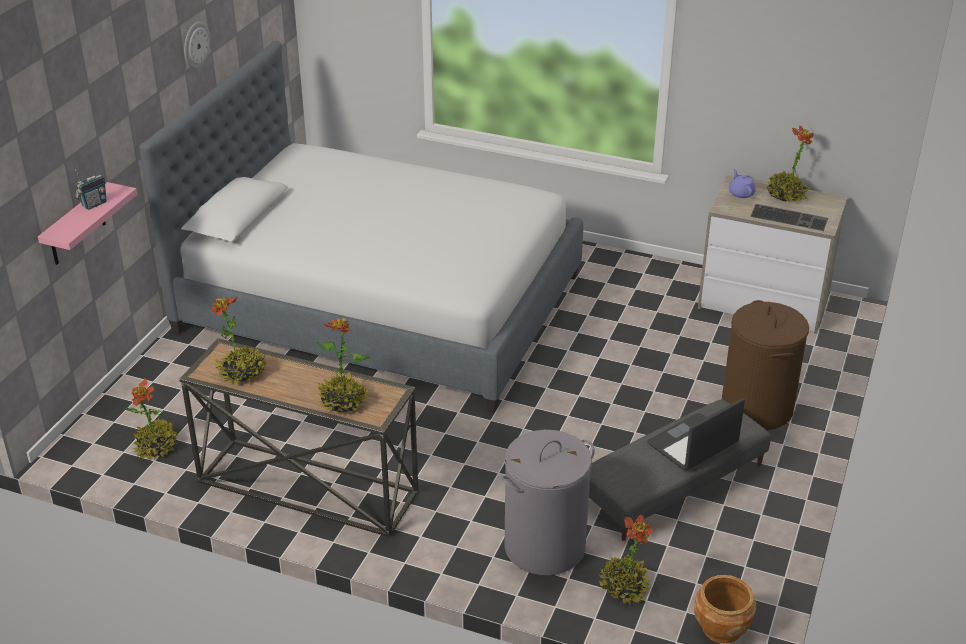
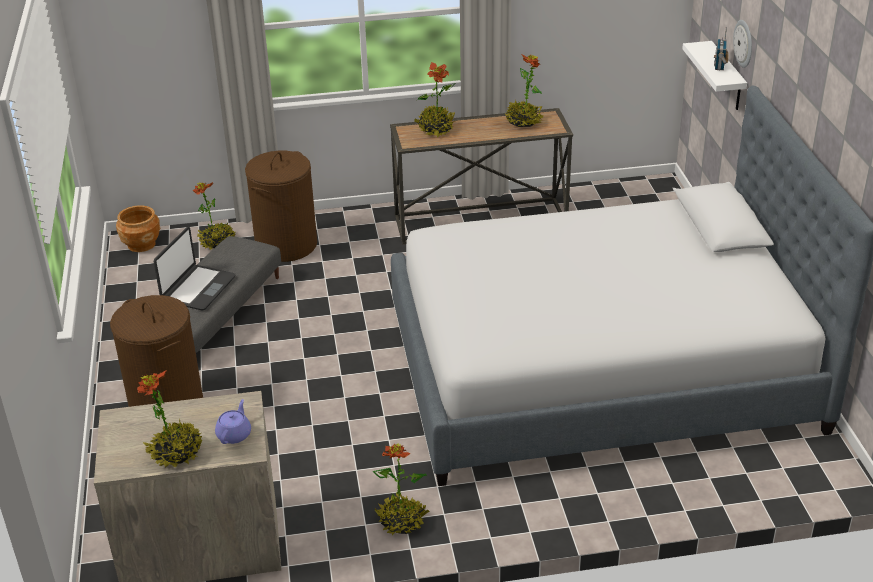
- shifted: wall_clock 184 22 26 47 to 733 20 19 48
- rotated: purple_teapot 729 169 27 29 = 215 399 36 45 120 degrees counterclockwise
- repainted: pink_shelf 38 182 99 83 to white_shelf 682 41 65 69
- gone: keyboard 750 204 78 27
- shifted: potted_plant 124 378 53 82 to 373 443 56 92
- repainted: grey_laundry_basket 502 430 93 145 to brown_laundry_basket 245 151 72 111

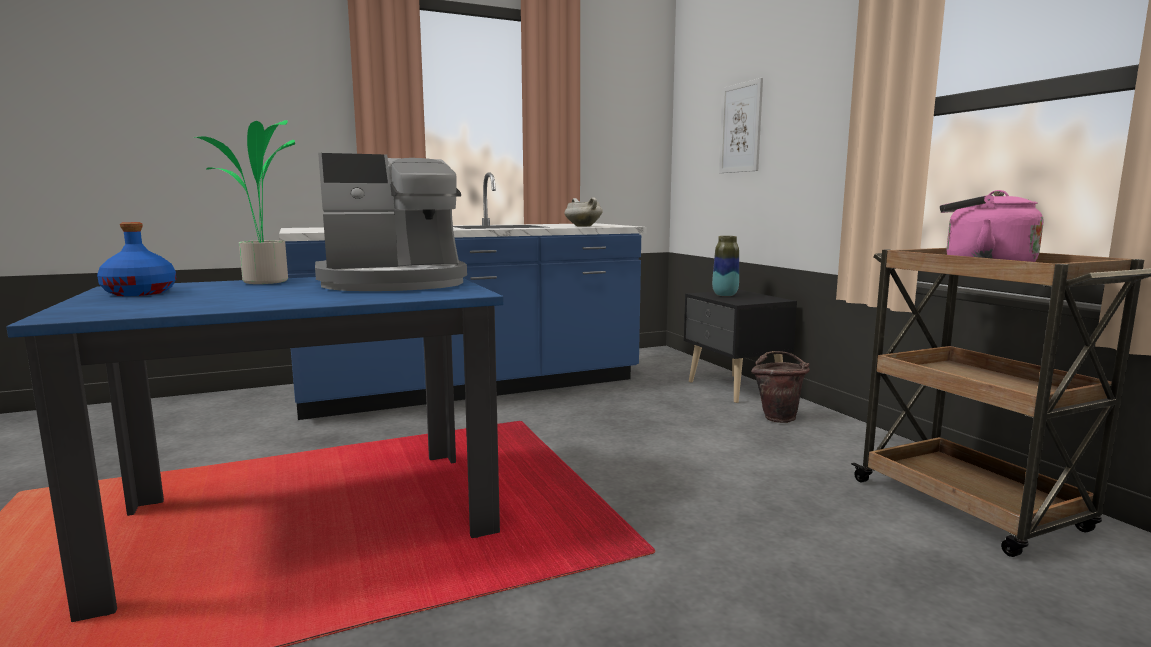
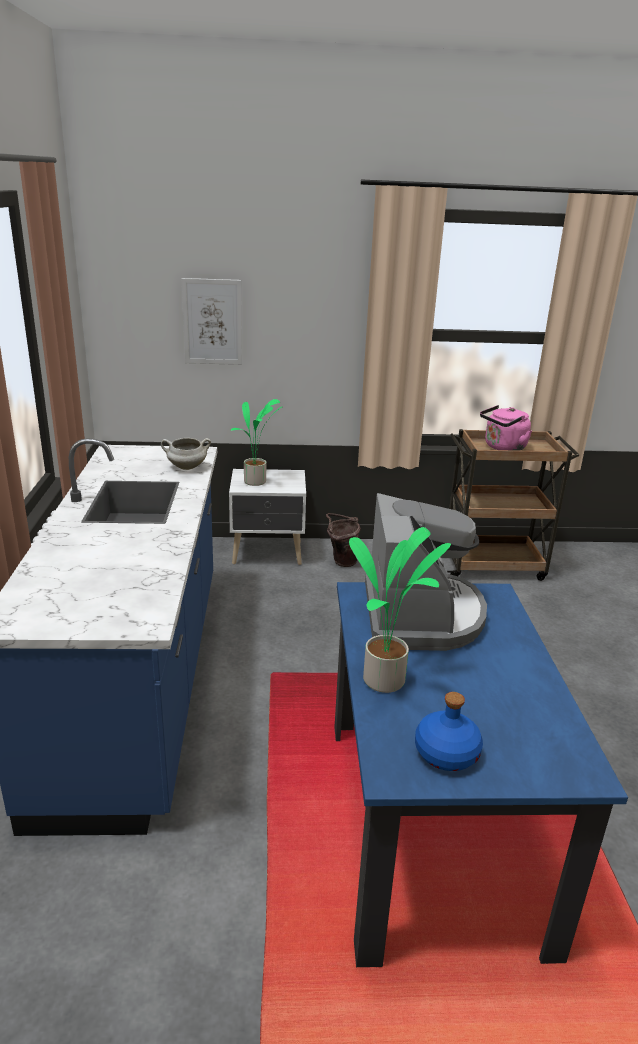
- swapped: vase 712 236 27 60 to potted_plant 231 399 51 87
- repainted: black_nightstand 684 290 113 113 to white_nightstand 229 469 77 96

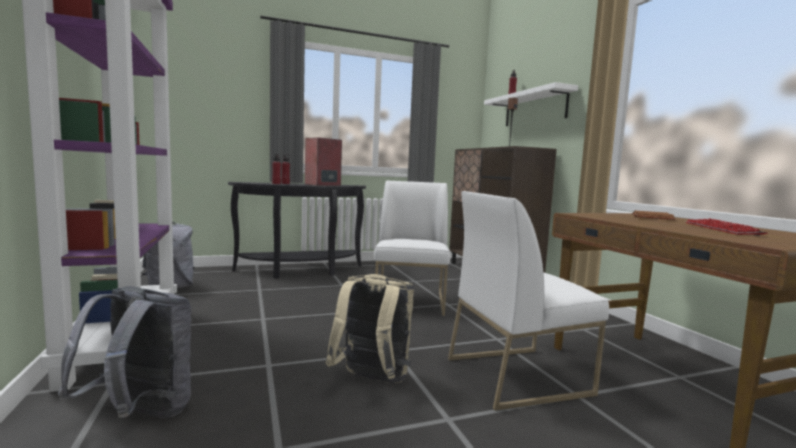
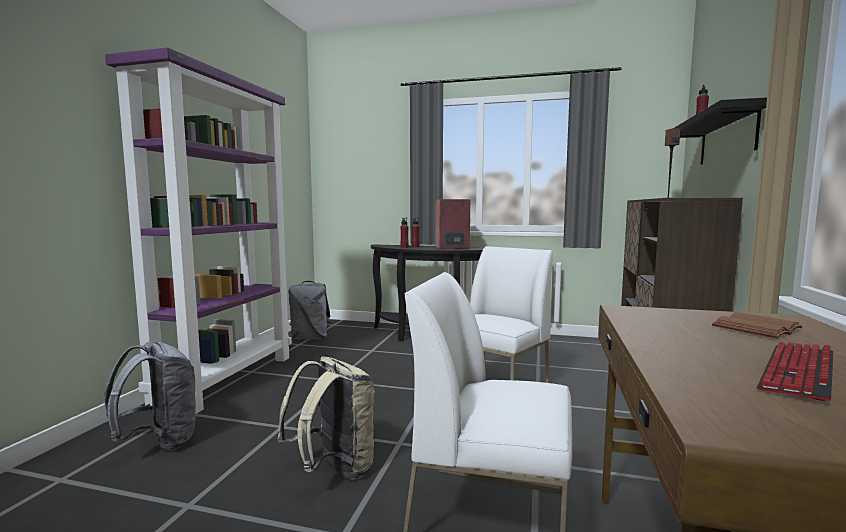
- repainted: white_shelf 484 82 94 44 to black_shelf 674 97 93 68

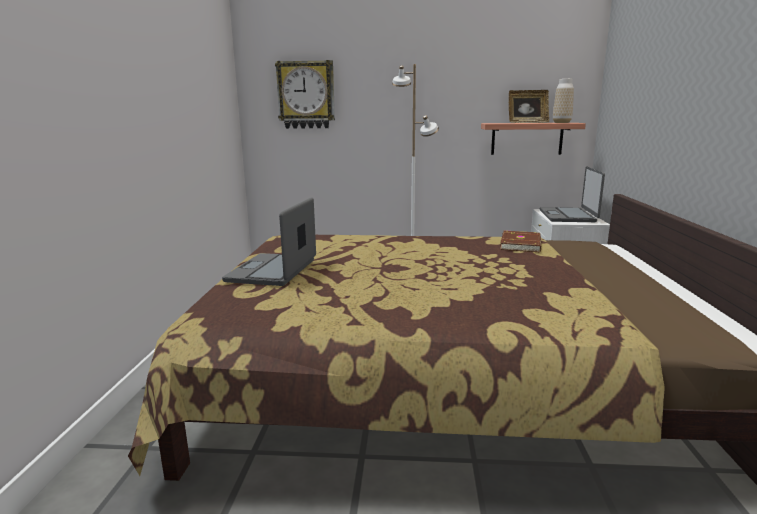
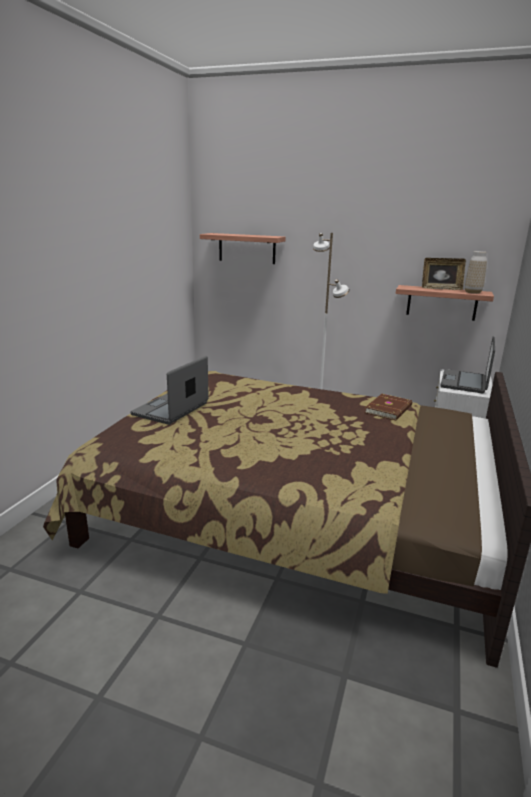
- swapped: wall_clock 275 60 60 69 to shelf 200 233 86 31

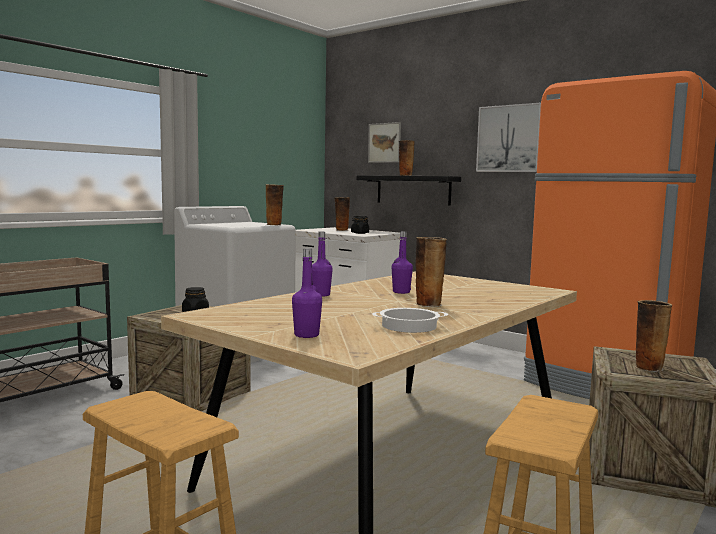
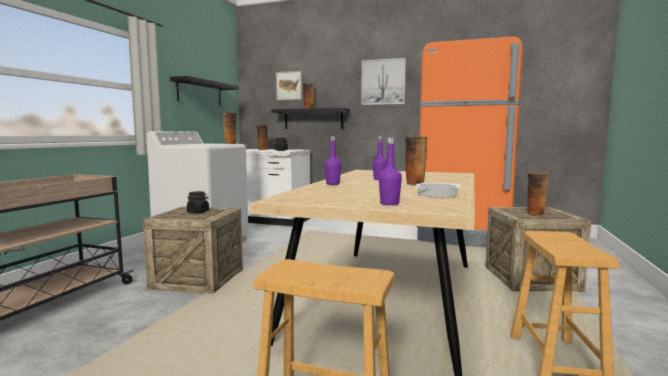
- new: black_shelf 170 76 69 30

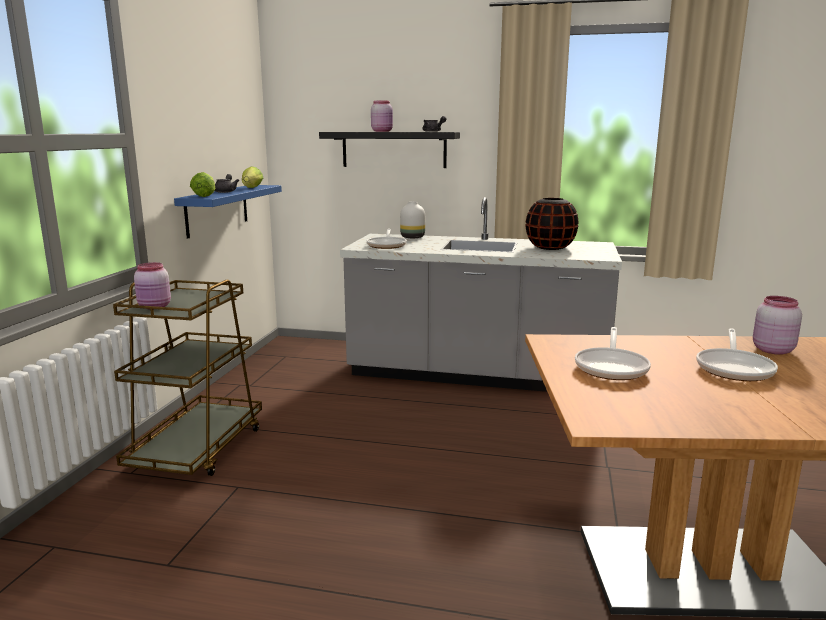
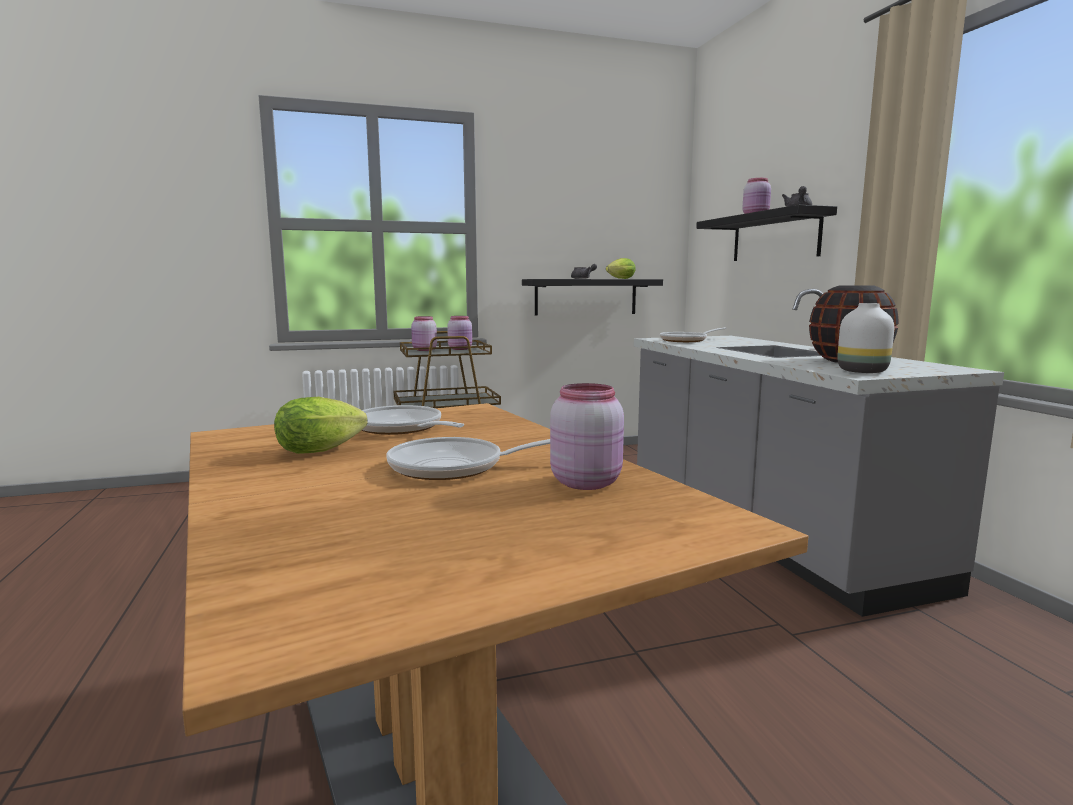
- shifted: lettuce 190 172 26 25 to 274 397 94 57
- repainted: blue_shelf 174 185 108 54 to black_shelf 522 279 141 36
- shifted: white_vase 400 201 25 37 to 837 303 57 70
- rotated: frying_pan 575 327 76 53 = 362 405 102 30 60 degrees clockwise
- new: pink_jar 447 316 25 34

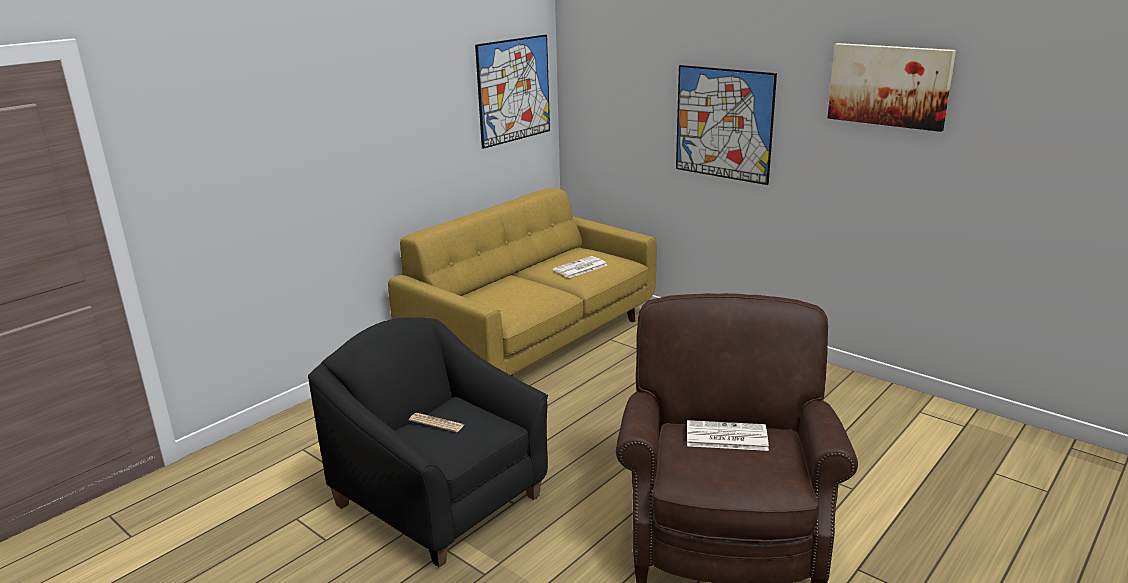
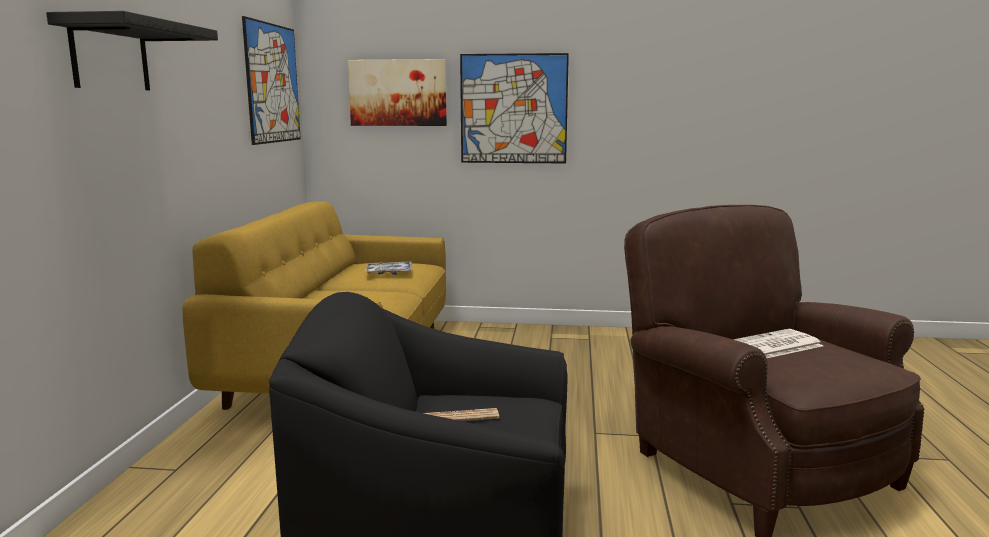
- shifted: picture 828 43 128 89 to 348 59 99 67
- swapped: newspaper 553 256 54 22 to tray 365 261 47 14
- new: black_shelf 46 11 172 79

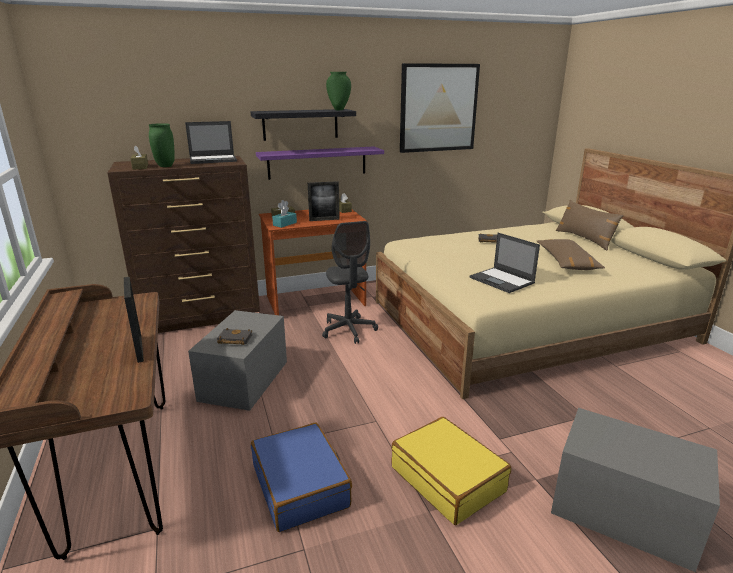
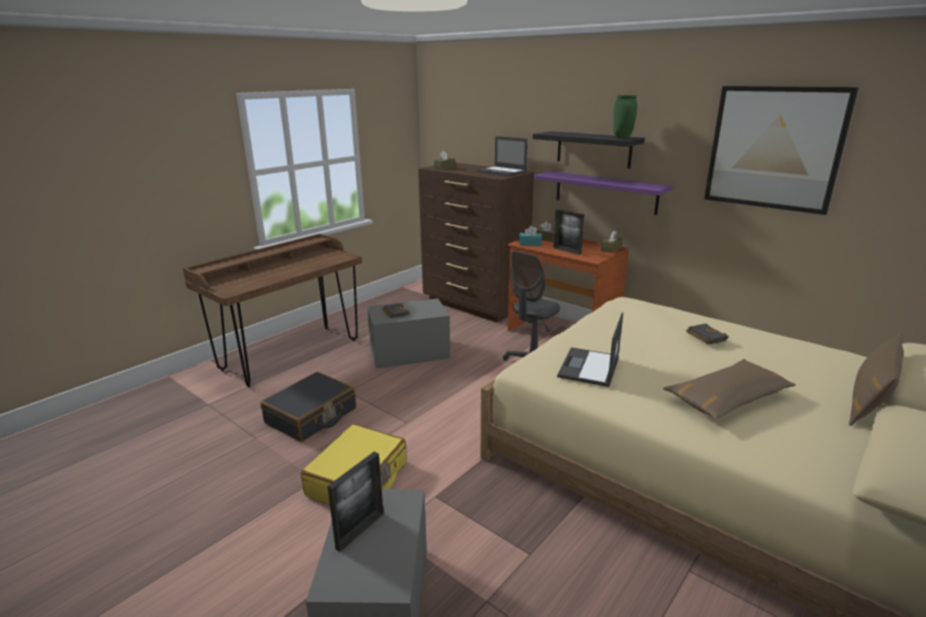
- gone: green_vase 149 123 26 44
- shifted: picture_frame 124 277 20 86 to 328 451 56 101
- repainted: blue_suitcase 251 423 101 109 to black_suitcase 260 372 96 70

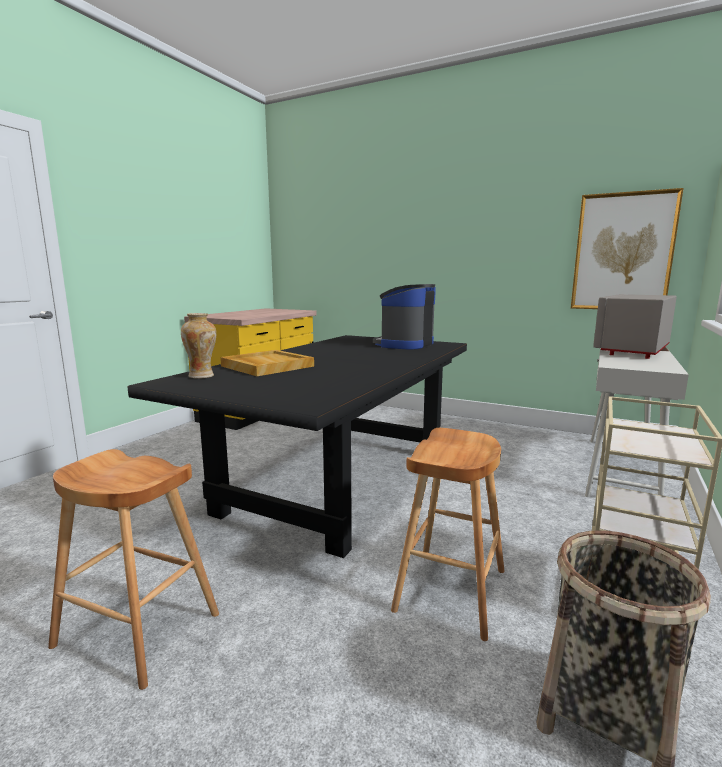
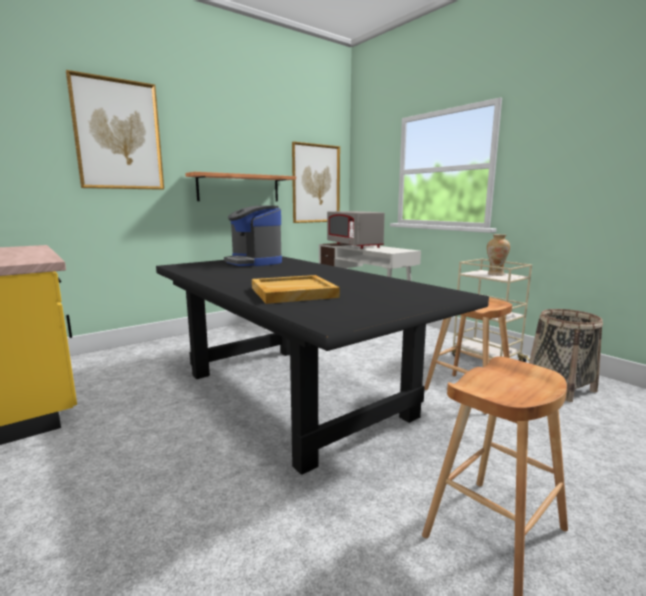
- shifted: vase 181 313 35 66 to 487 234 23 42
- new: picture 66 70 98 120
- new: shelf 185 172 111 29

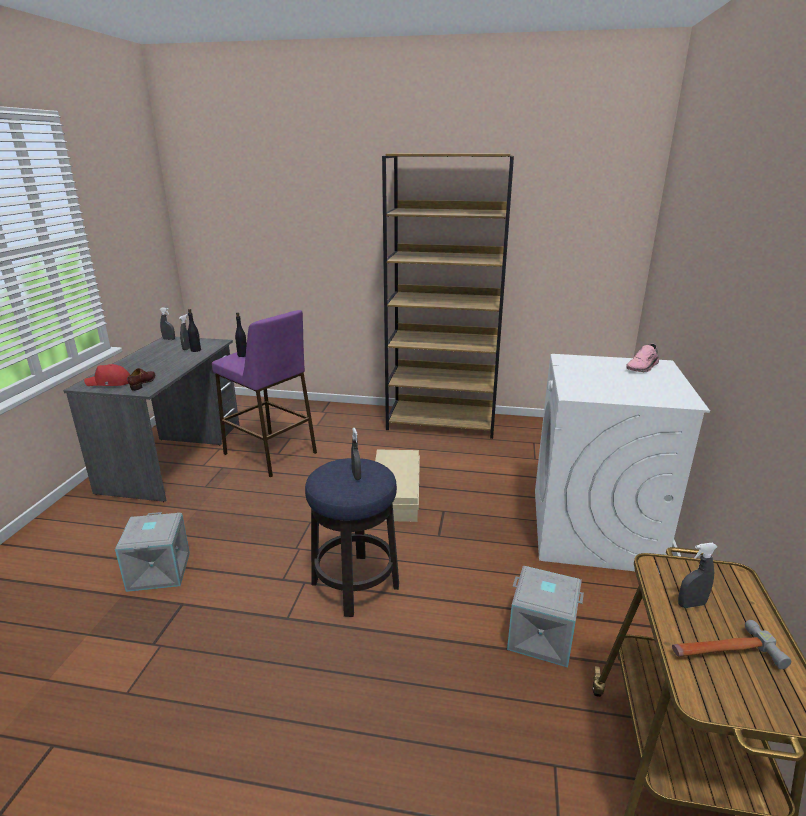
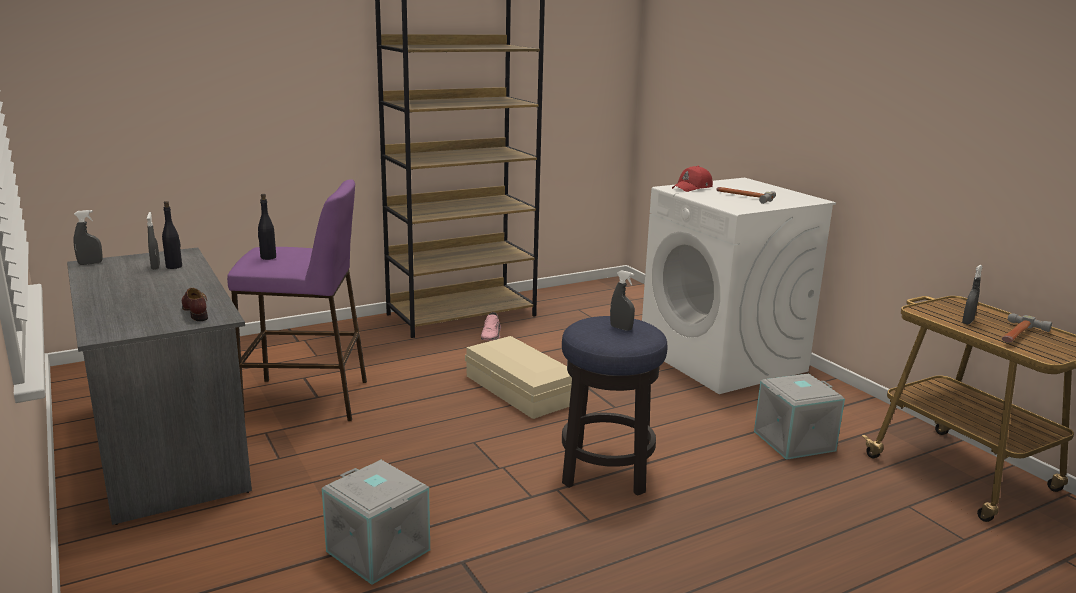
- shifted: pink_shoe 626 344 33 28 to 481 312 20 29
- shifted: red_cap 84 364 46 22 to 672 166 41 26
- new: hammer 716 187 60 17

